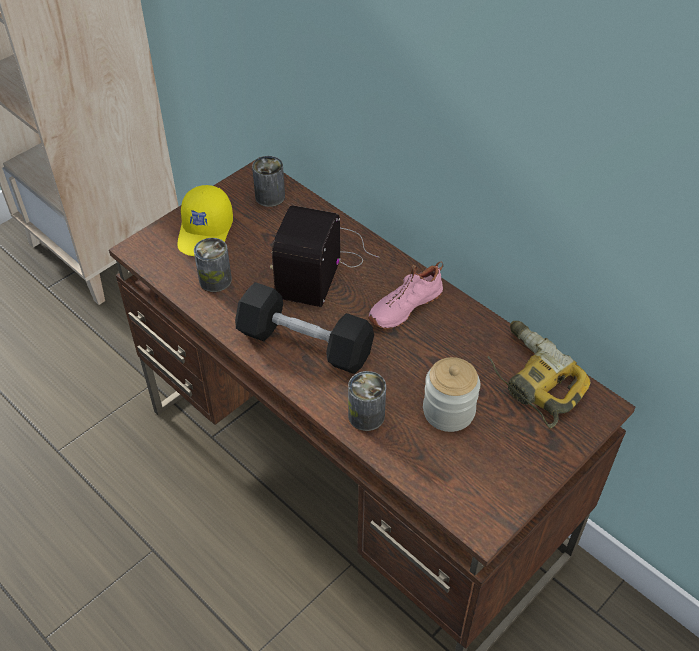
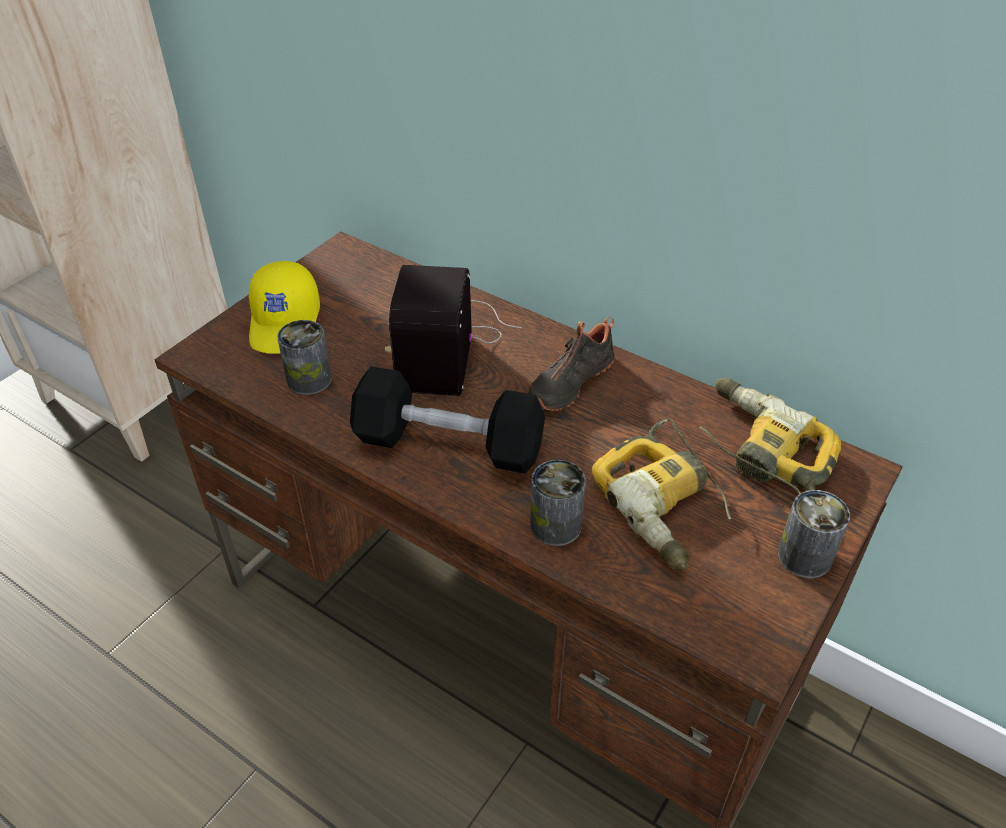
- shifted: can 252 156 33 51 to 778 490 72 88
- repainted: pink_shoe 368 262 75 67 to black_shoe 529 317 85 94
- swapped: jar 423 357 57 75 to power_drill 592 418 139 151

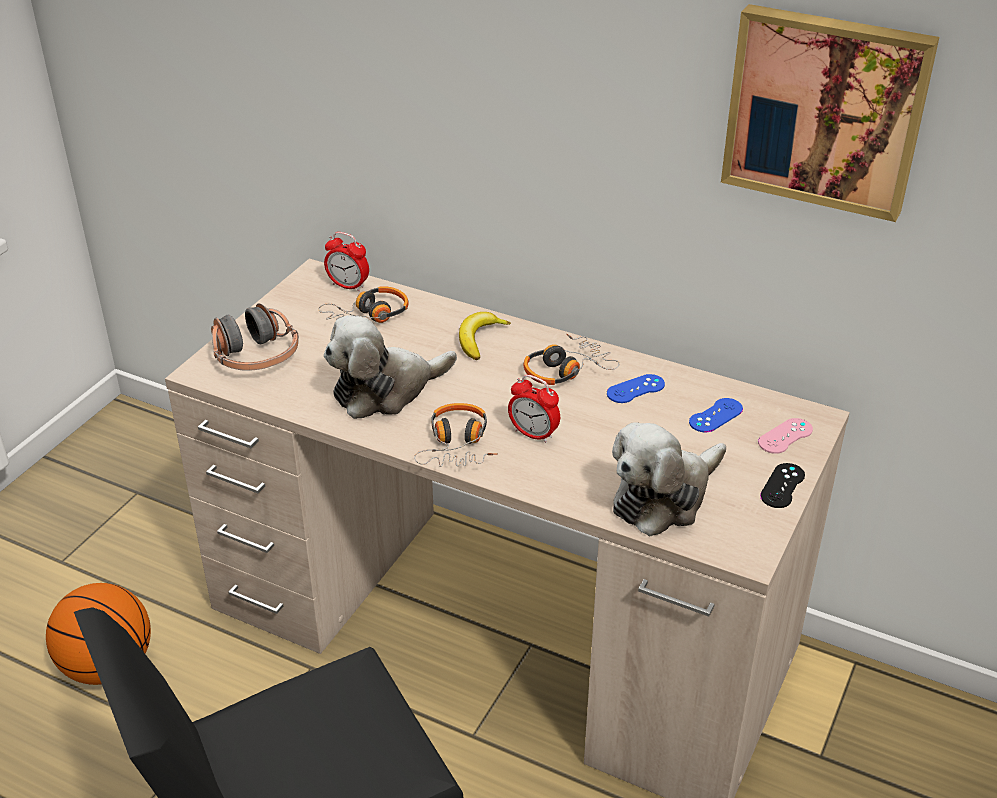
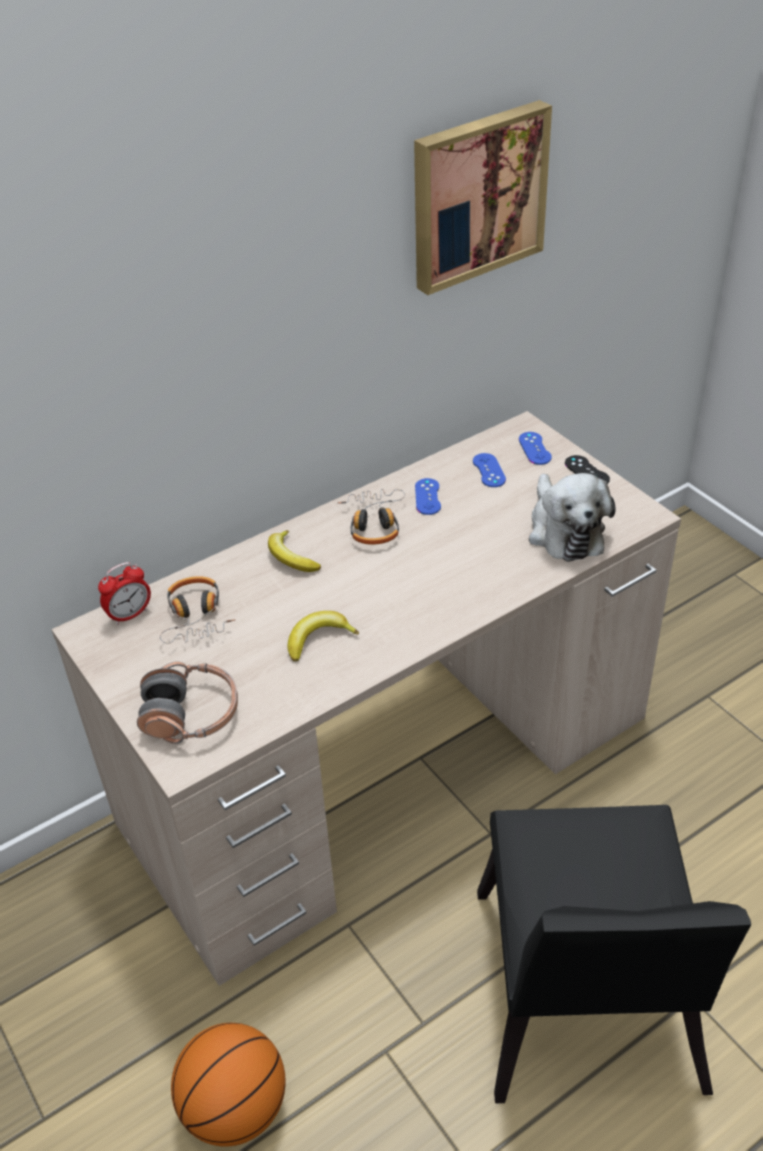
- swapped: plush_toy 324 315 133 104 to banana 288 611 71 51
- gone: alarm_clock 508 375 52 68
- gone: headphones 414 403 84 64
- repainted: pink_game_controller 758 418 55 36 to blue_game_controller 519 432 33 33

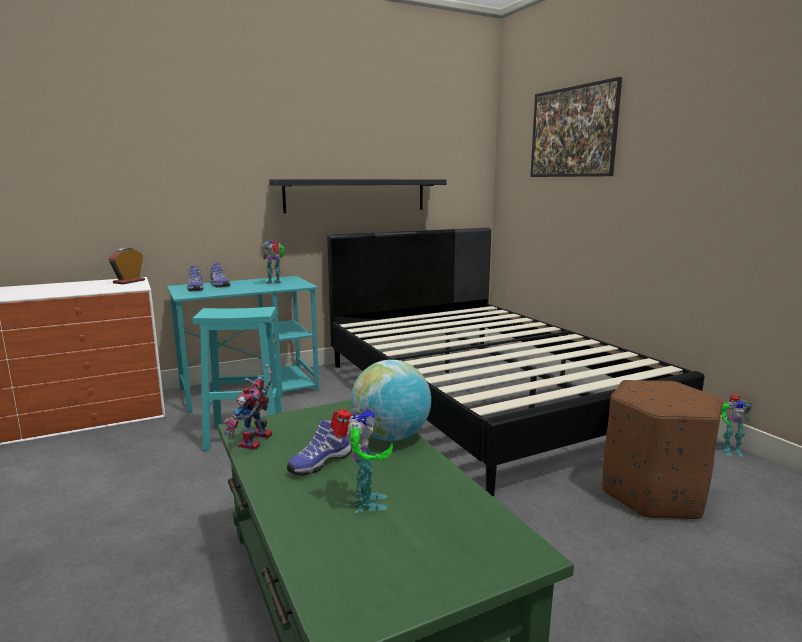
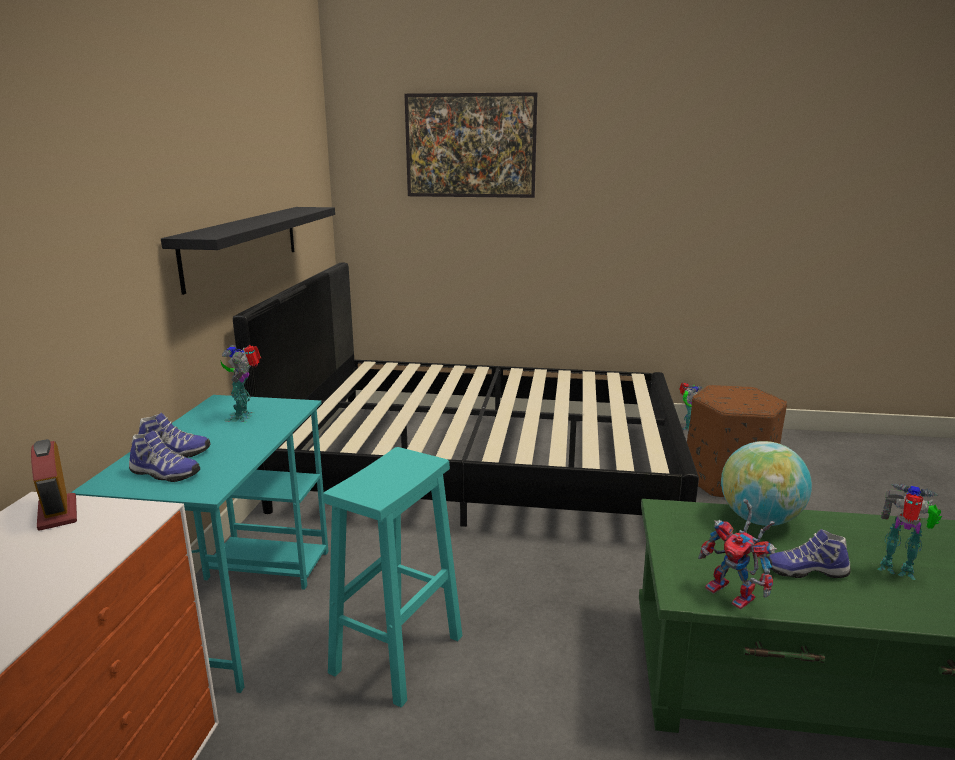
- rotated: shoe 287 420 65 56 = 767 529 84 49 105 degrees clockwise

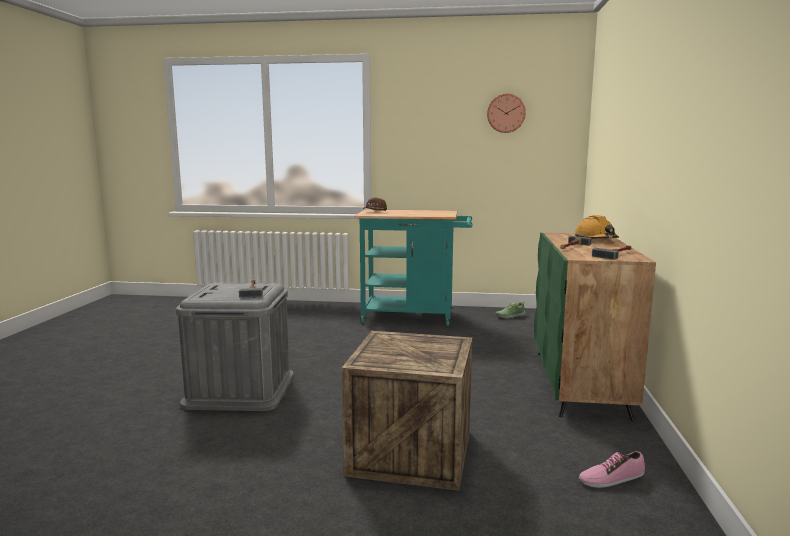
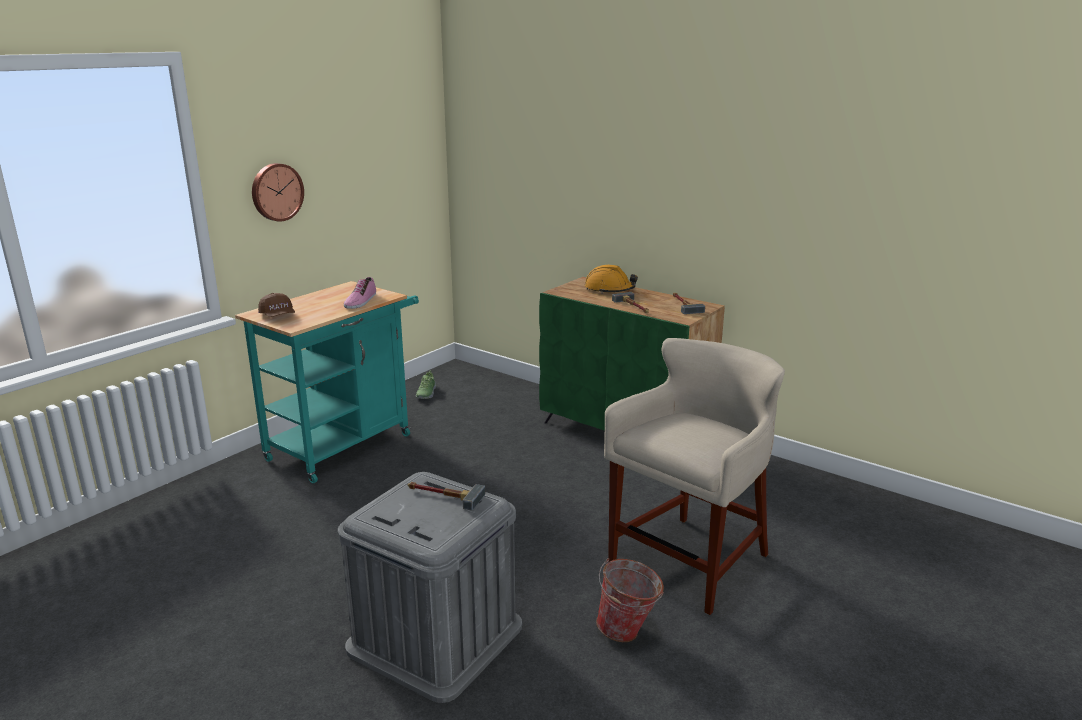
- shifted: wall_clock 487 94 39 39 to 252 163 52 59
- swapped: crate 342 331 130 160 to beige_stool 604 338 181 277
- shifted: shoe 579 451 66 37 to 344 277 32 32
- new: bucket 596 558 68 84

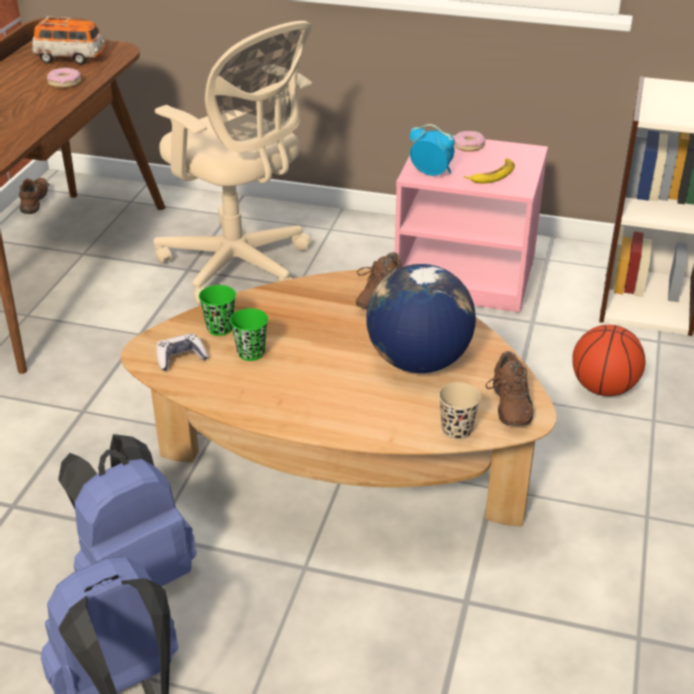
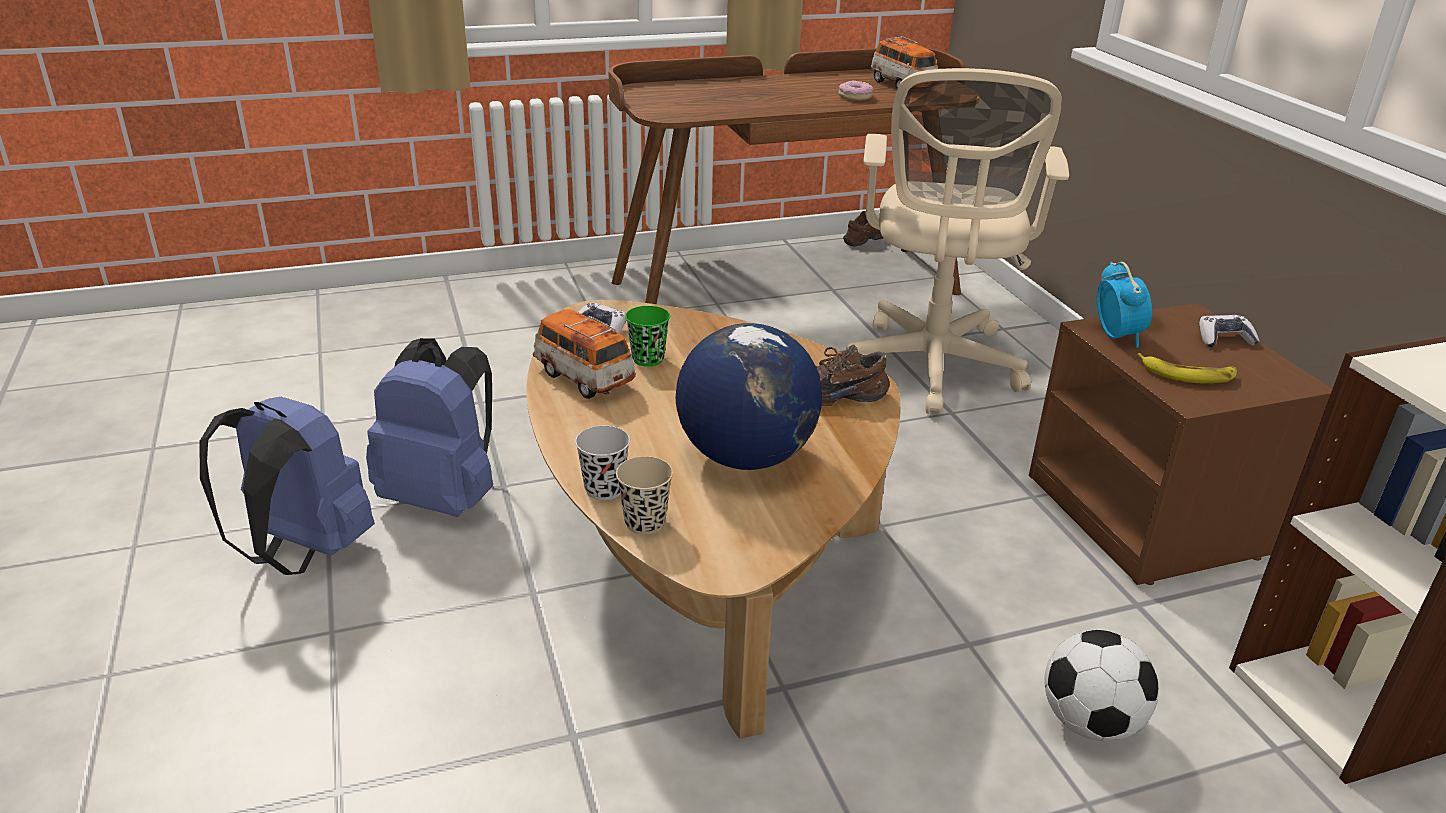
- swapped: donut 454 131 31 21 to game_controller 1199 315 61 32
- repainted: pink_nightstand 395 132 153 181 to brown_nightstand 1029 303 304 282
- gone: green_cup 199 285 37 51
- swapped: basketball 572 325 73 71 to football 1044 630 115 111
- gone: brown_shoe 486 351 48 75
- new: toy_car 533 309 103 90
- new: black_cup 575 426 55 74

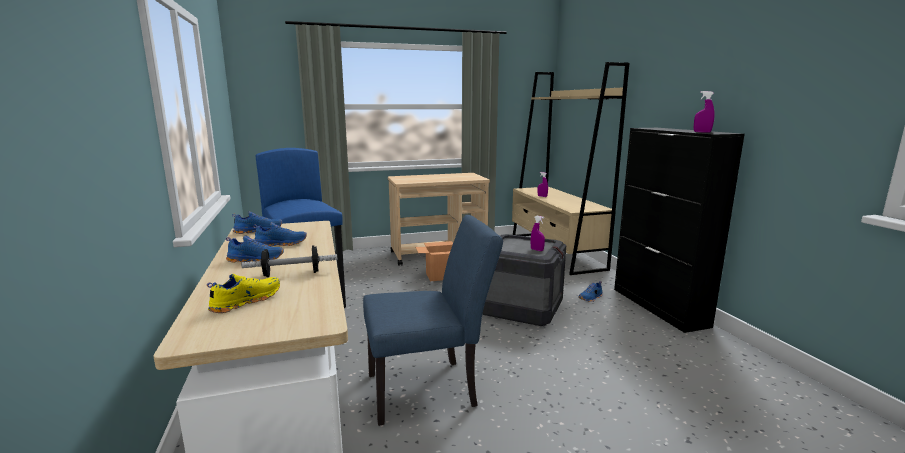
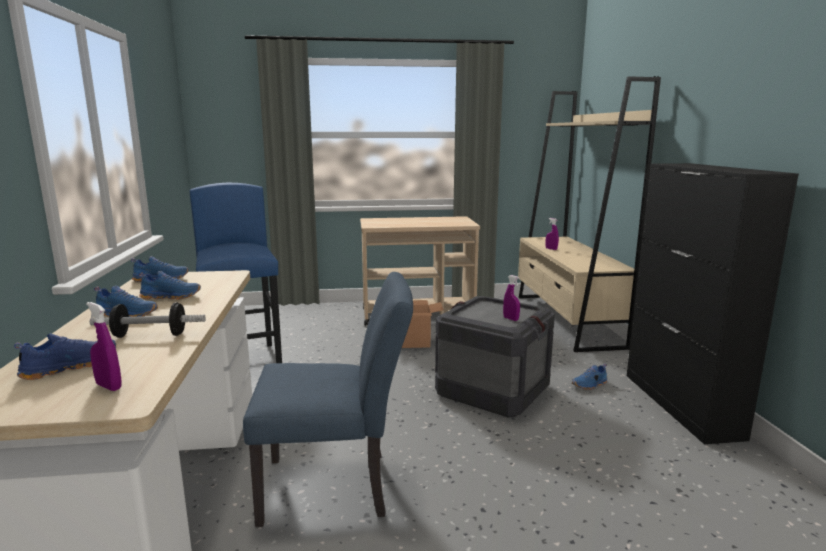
- shifted: purple_spray_bottle 694 91 21 42 to 86 302 36 89
- repainted: yellow_shoe 207 274 73 39 to blue_shoe 14 333 102 47

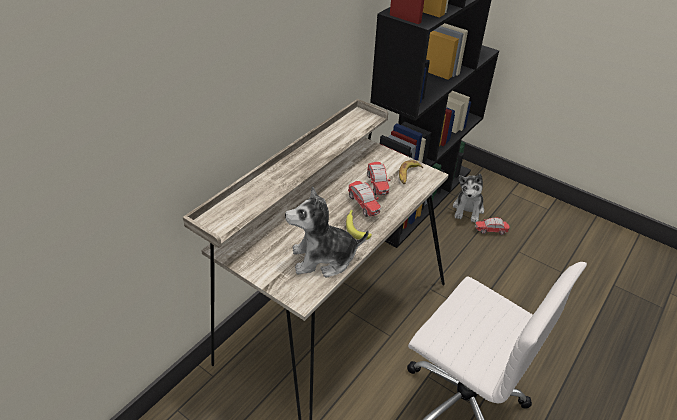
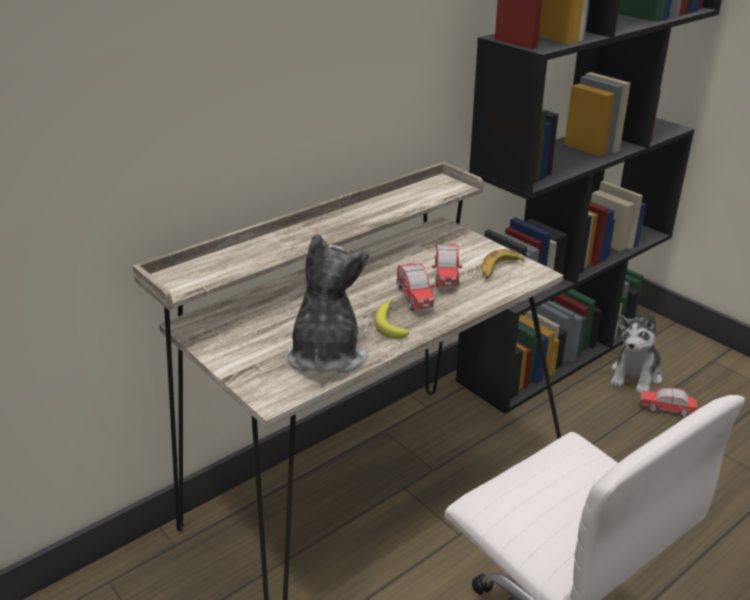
- rotated: plush_toy 285 186 84 91 = 286 233 83 140 90 degrees clockwise

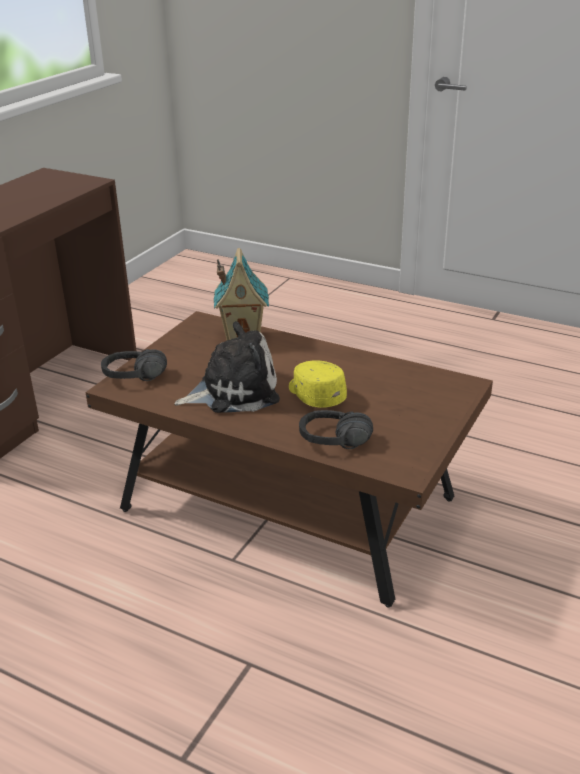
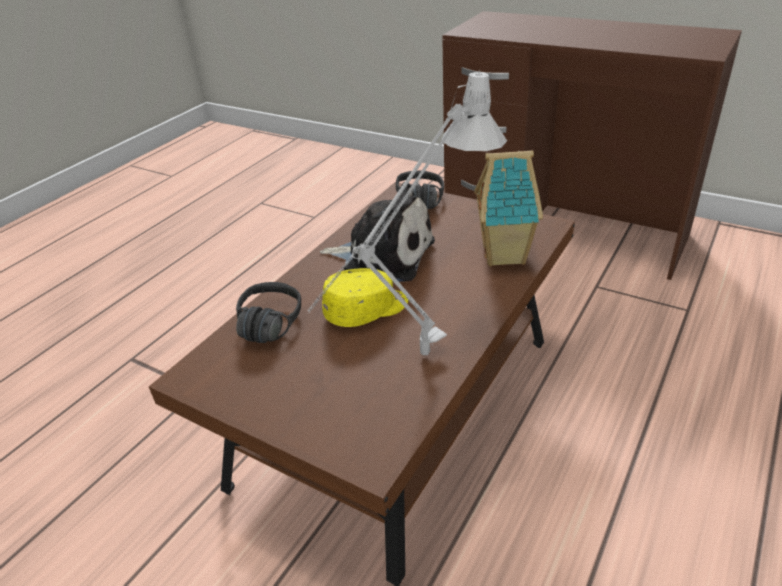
- rotated: plush_toy 174 321 106 92 = 320 182 115 100 60 degrees counterclockwise
- new: grey_table_lamp 309 68 198 287

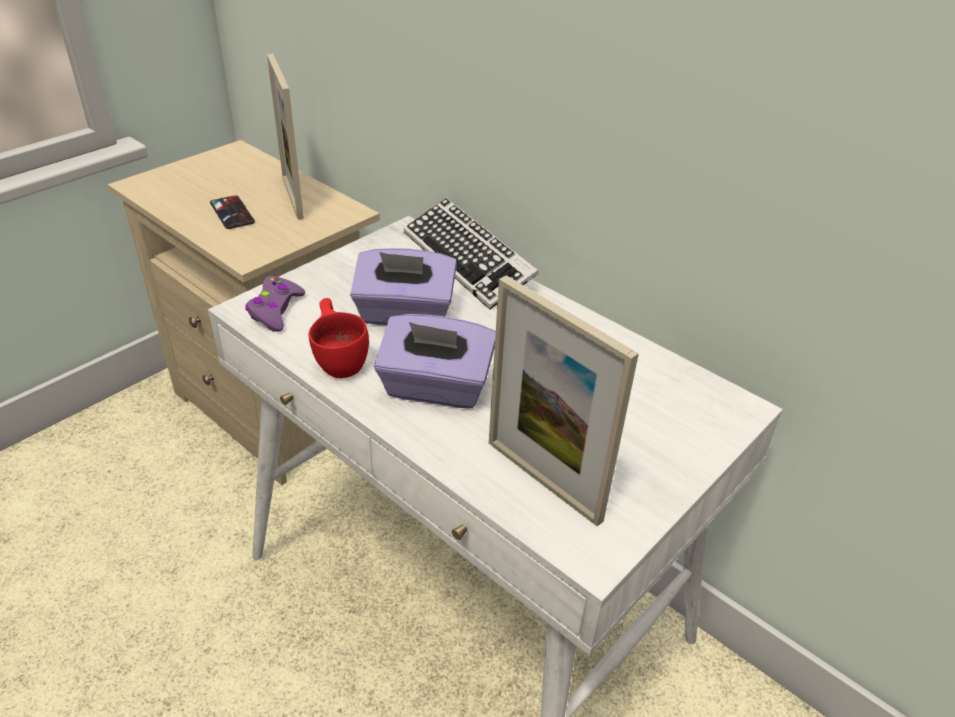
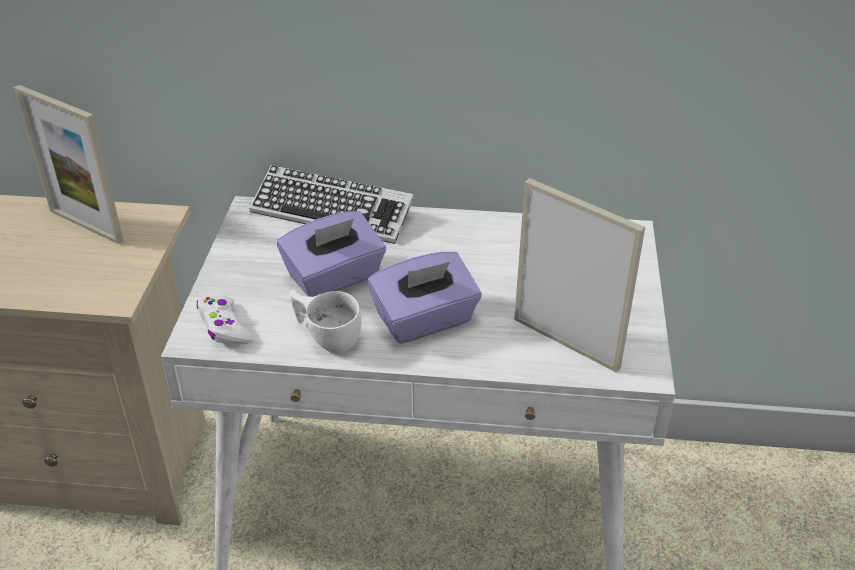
- gone: phone 210 195 45 34
- rotated: picture_frame 489 275 150 251 = 514 178 131 195 150 degrees counterclockwise
- repainted: purple_game_controller 245 276 60 56 to white_game_controller 197 295 56 49
- repainted: red_cup 309 298 60 80 to white_cup 290 289 72 64

